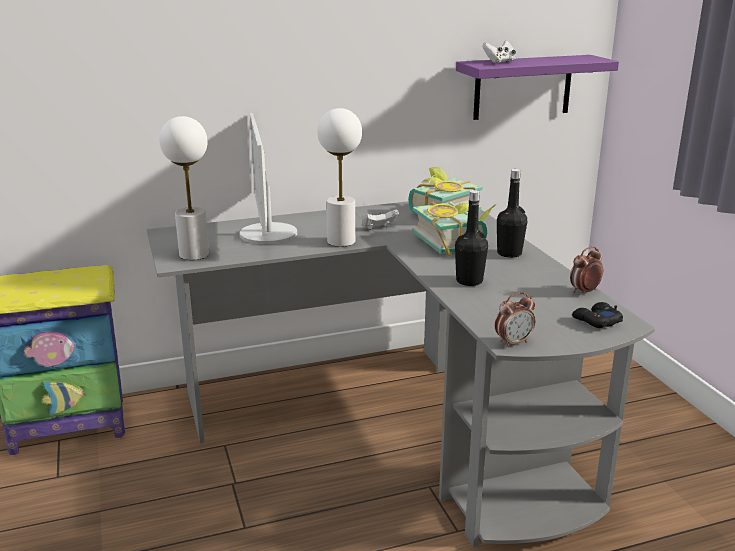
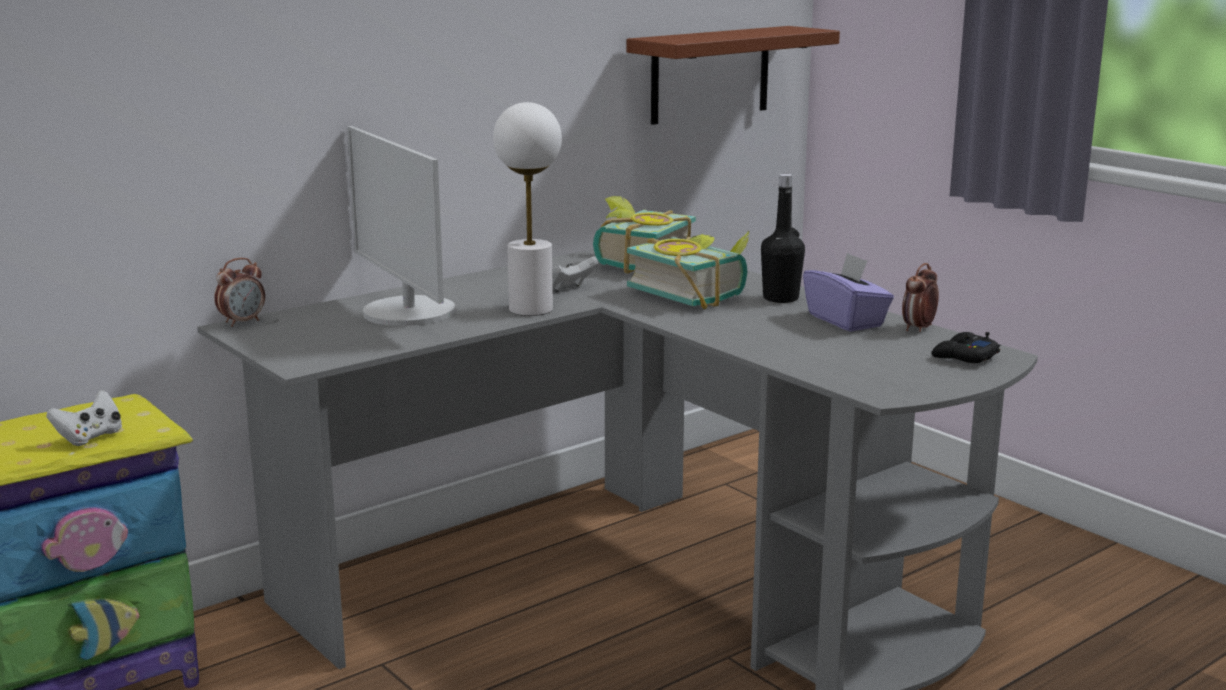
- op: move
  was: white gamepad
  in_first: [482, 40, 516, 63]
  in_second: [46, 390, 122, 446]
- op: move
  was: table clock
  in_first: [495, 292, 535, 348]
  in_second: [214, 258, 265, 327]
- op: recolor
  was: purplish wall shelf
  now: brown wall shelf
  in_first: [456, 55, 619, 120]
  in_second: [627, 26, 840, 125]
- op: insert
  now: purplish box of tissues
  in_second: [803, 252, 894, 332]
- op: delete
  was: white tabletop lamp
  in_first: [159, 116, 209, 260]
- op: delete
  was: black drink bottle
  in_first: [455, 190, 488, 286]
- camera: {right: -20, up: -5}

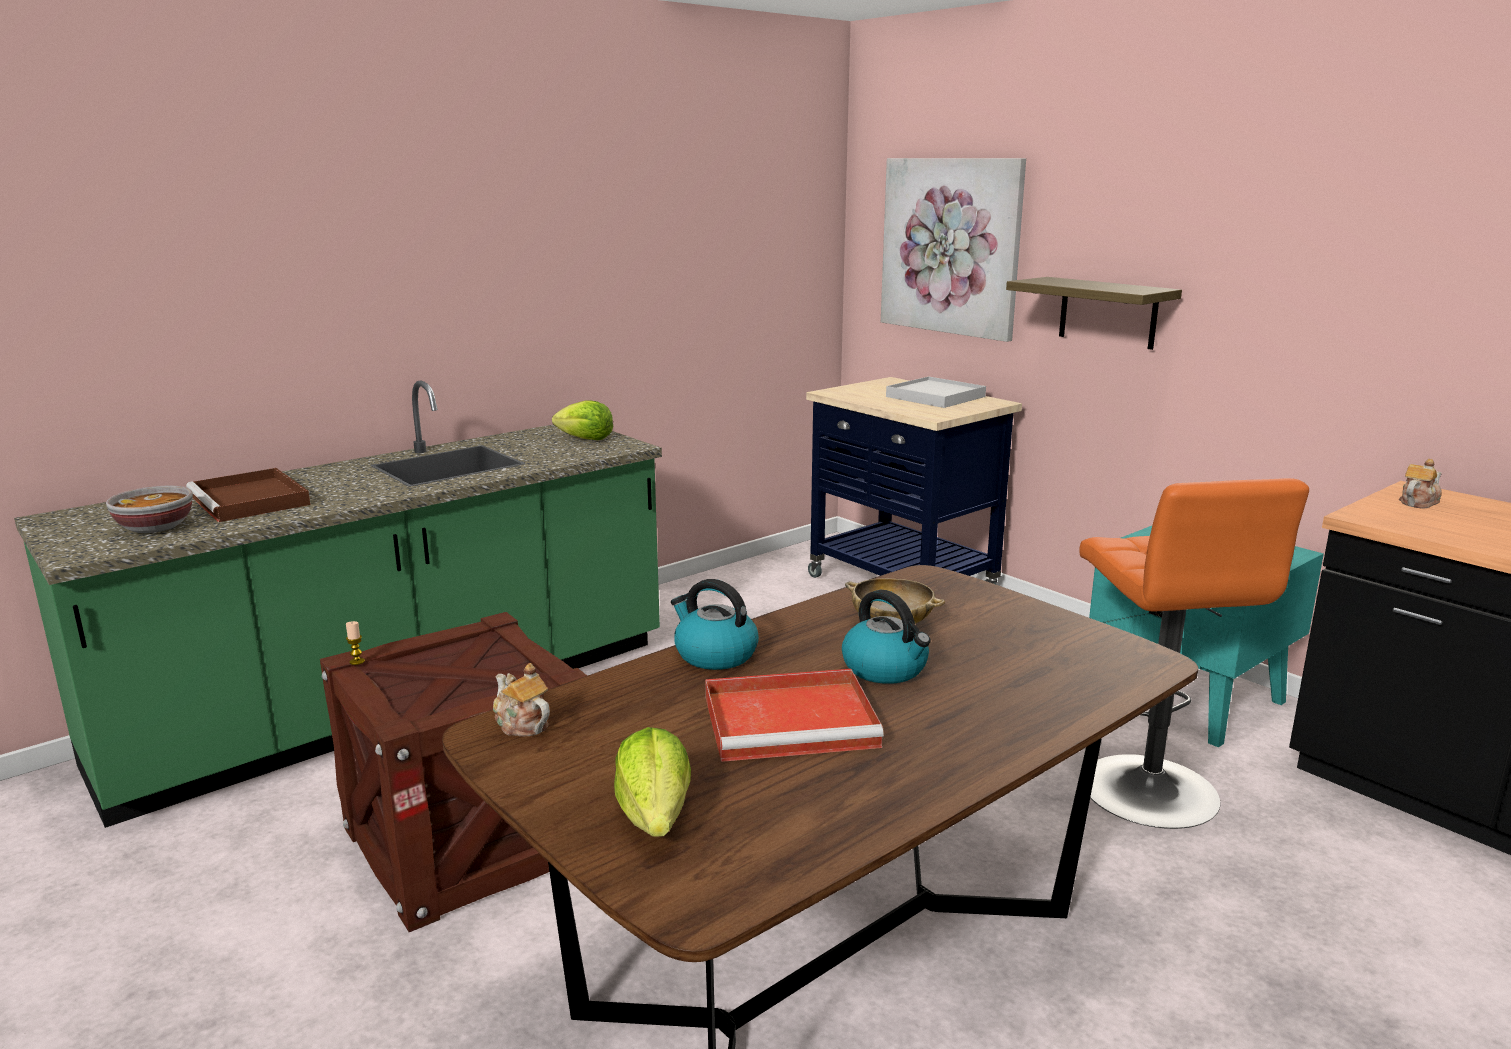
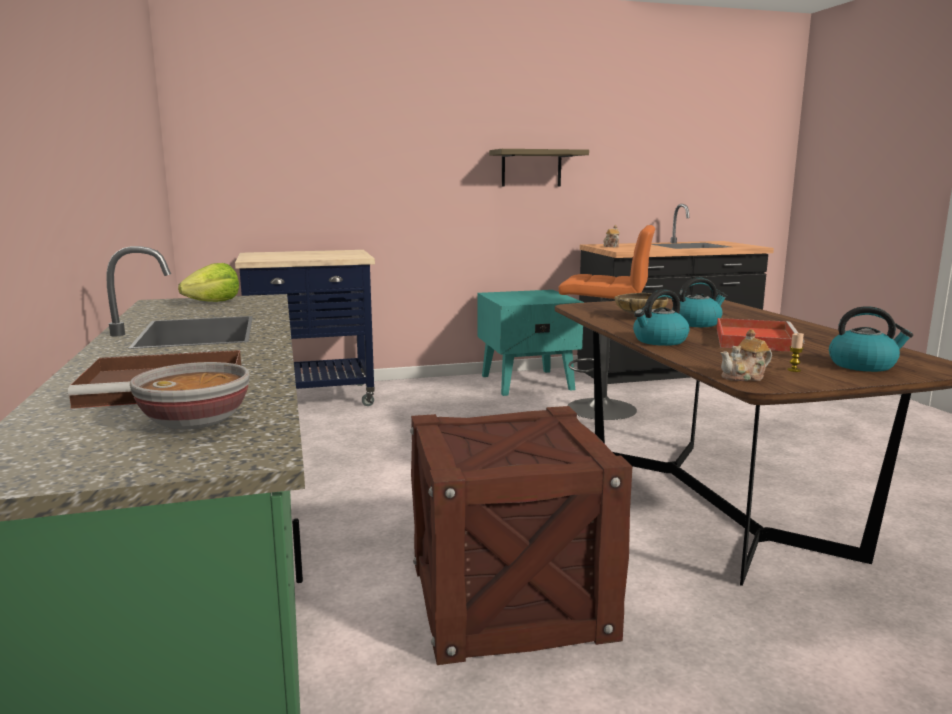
- op: move
  was: wall shelf
  in_first: [1006, 277, 1182, 350]
  in_second: [489, 149, 589, 187]
- op: move
  was: candle
  in_first: [346, 621, 365, 665]
  in_second: [787, 333, 804, 372]
- op: replace
  was: head of lettuce
  now: tea kettle
  in_first: [614, 727, 691, 837]
  in_second: [829, 306, 913, 372]
- op: delete
  was: picture
  in_first: [881, 158, 1026, 342]
- op: delete
  was: white serving tray
  in_first: [886, 376, 986, 408]
- camera: {right: -65, up: -5}

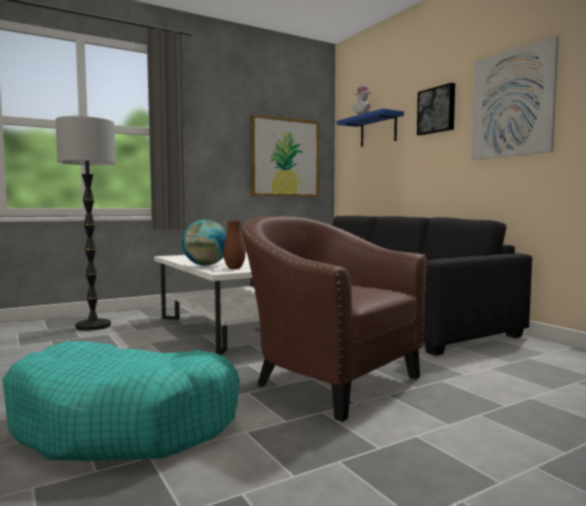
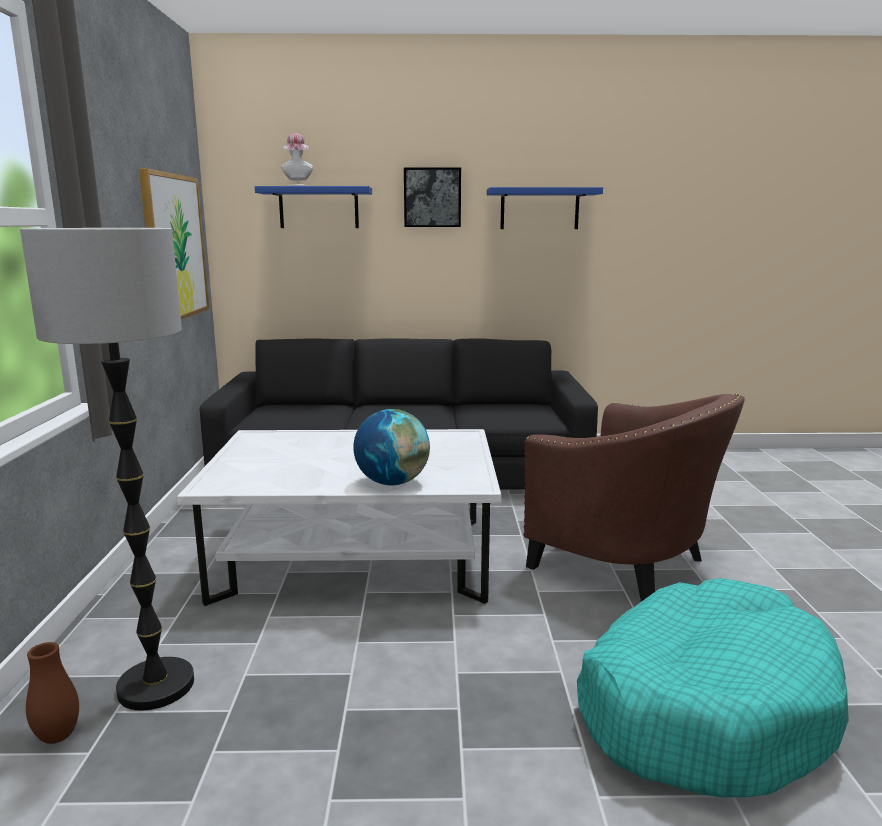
- op: move
  was: brown decorative vase
  in_first: [223, 220, 246, 269]
  in_second: [26, 642, 79, 744]
- op: replace
  was: picture
  now: bluish wall shelf
  in_first: [471, 36, 559, 160]
  in_second: [487, 187, 603, 229]
- op: rotate
  was: brown lounge chair
  in_first: [241, 216, 427, 422]
  in_second: [524, 394, 745, 602]
  clockwise: -120
- camera: {right: -60, up: 10}

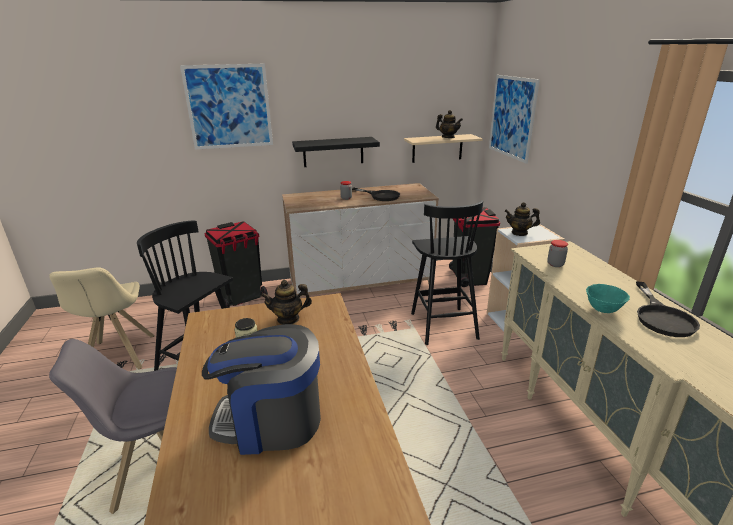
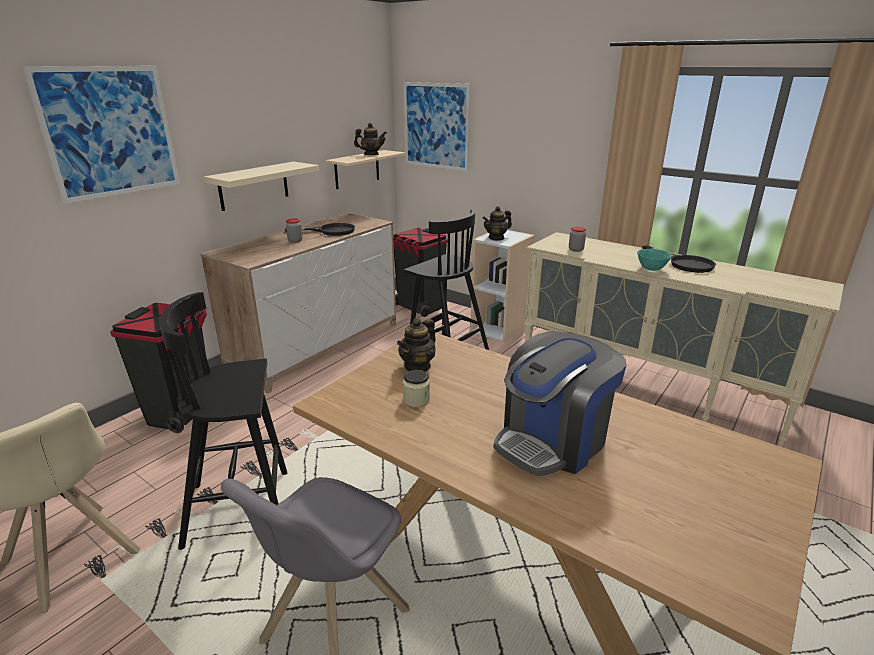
- op: recolor
  was: black wall shelf
  now: beige-coloured wall shelf
  in_first: [292, 137, 380, 167]
  in_second: [204, 161, 319, 211]
- camera: {right: -40, up: 0}

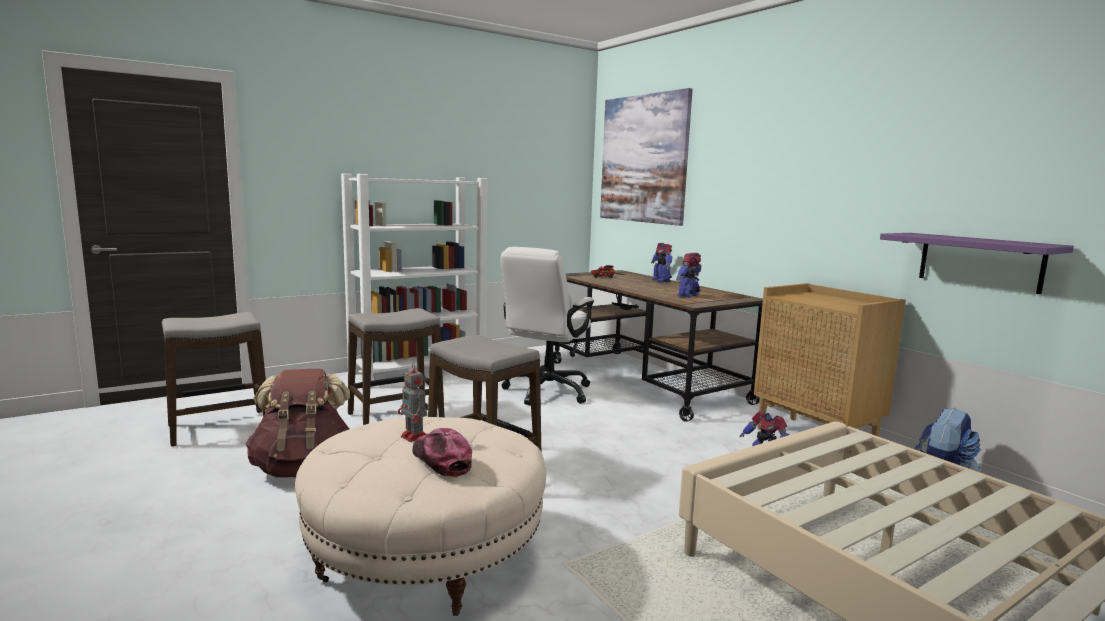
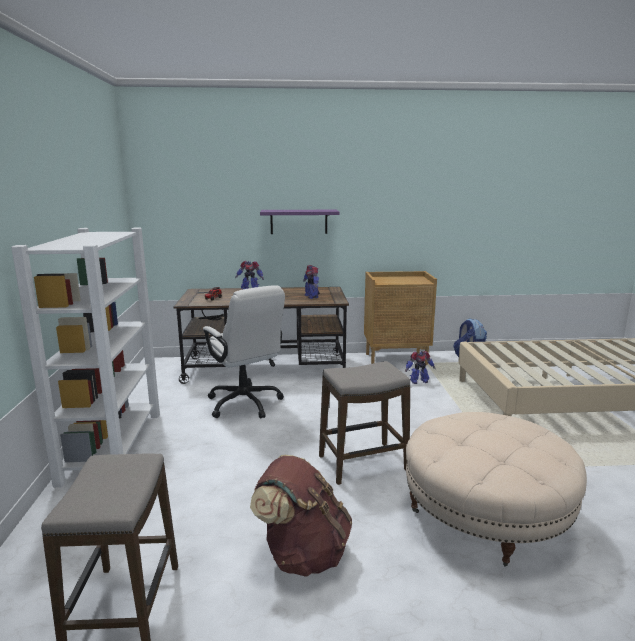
- op: move
  was: purplish wall shelf
  in_first: [880, 233, 1074, 294]
  in_second: [260, 210, 339, 234]
- op: delete
  was: stool
  in_first: [348, 308, 445, 425]
- op: delete
  was: toy robot
  in_first: [398, 363, 428, 442]
- op: delete
  was: baseball cap
  in_first: [413, 428, 472, 478]
- op: delete
  was: picture
  in_first: [600, 88, 693, 226]
- camera: {right: -60, up: 5}

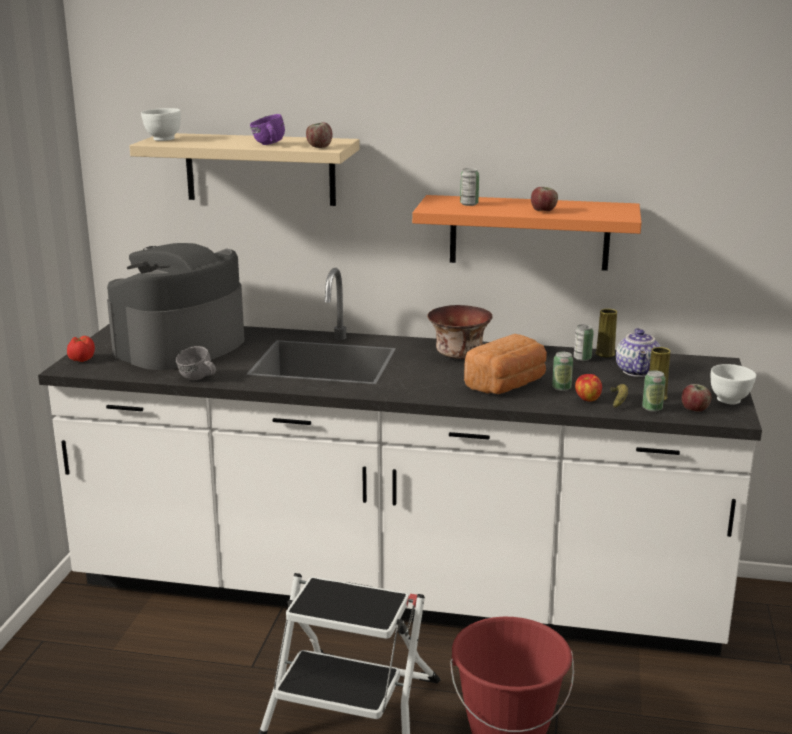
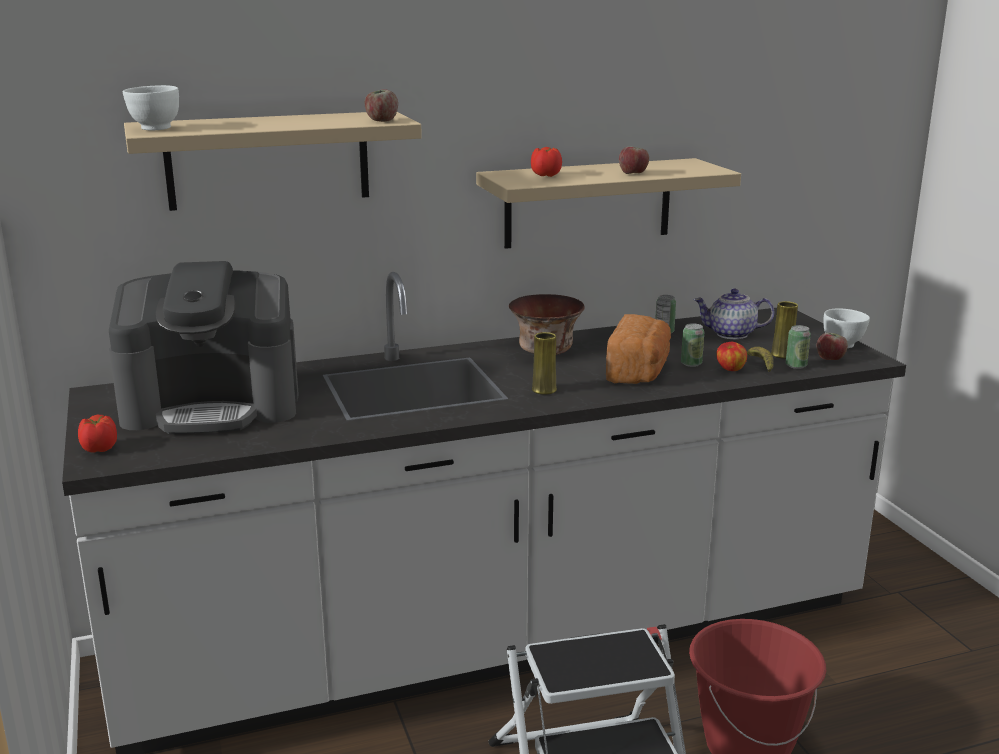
- op: rotate
  was: coffee brewer
  in_first: [107, 243, 244, 370]
  in_second: [109, 261, 299, 434]
  clockwise: -105
- op: recolor
  was: orange wall shelf
  now: beige-coloured wall shelf
  in_first: [412, 195, 642, 271]
  in_second: [476, 158, 741, 249]
- op: replace
  was: can
  now: tomato
  in_first: [460, 168, 479, 206]
  in_second: [531, 147, 562, 177]
- op: move
  was: yellow-coloured decorative vase
  in_first: [596, 309, 617, 357]
  in_second: [532, 332, 557, 395]
- op: rotate
  was: tea pot
  in_first: [616, 328, 661, 377]
  in_second: [694, 289, 774, 339]
  clockwise: 120
- op: delete
  was: gray mug
  in_first: [176, 346, 216, 380]
- op: delete
  was: purplish mug
  in_first: [250, 114, 285, 145]
- camera: {right: -30, up: 0}

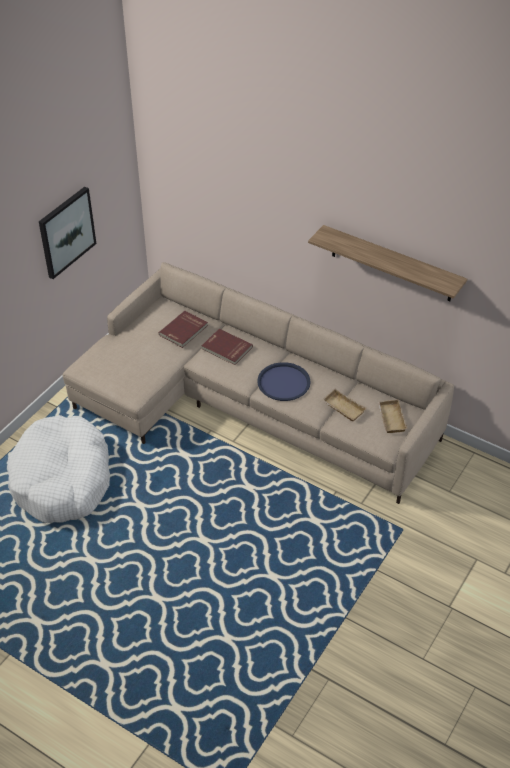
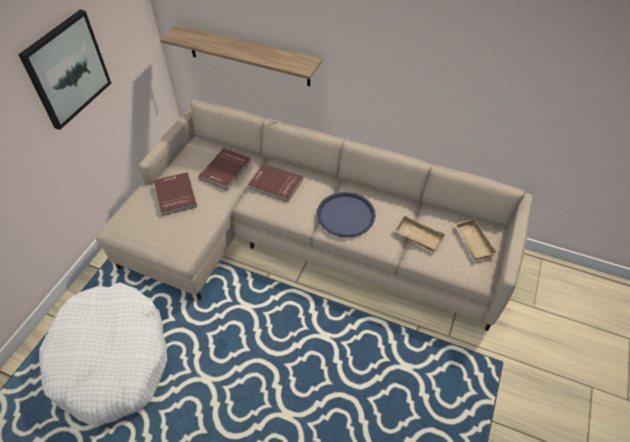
- op: insert
  now: red-coloured volume
  in_second: [154, 172, 197, 216]
- op: move
  was: wall shelf
  in_first: [308, 225, 467, 301]
  in_second: [160, 24, 323, 86]
- camera: {right: -10, up: 5}

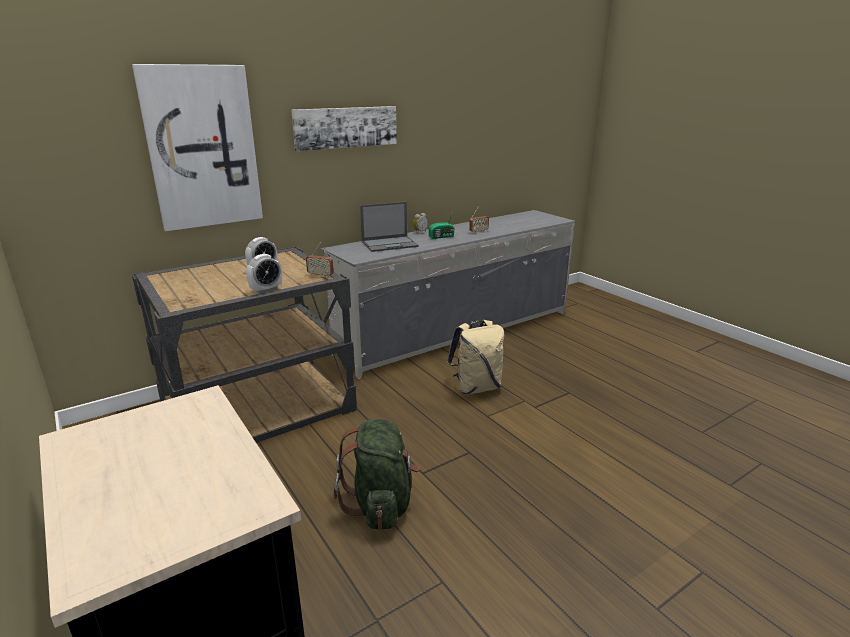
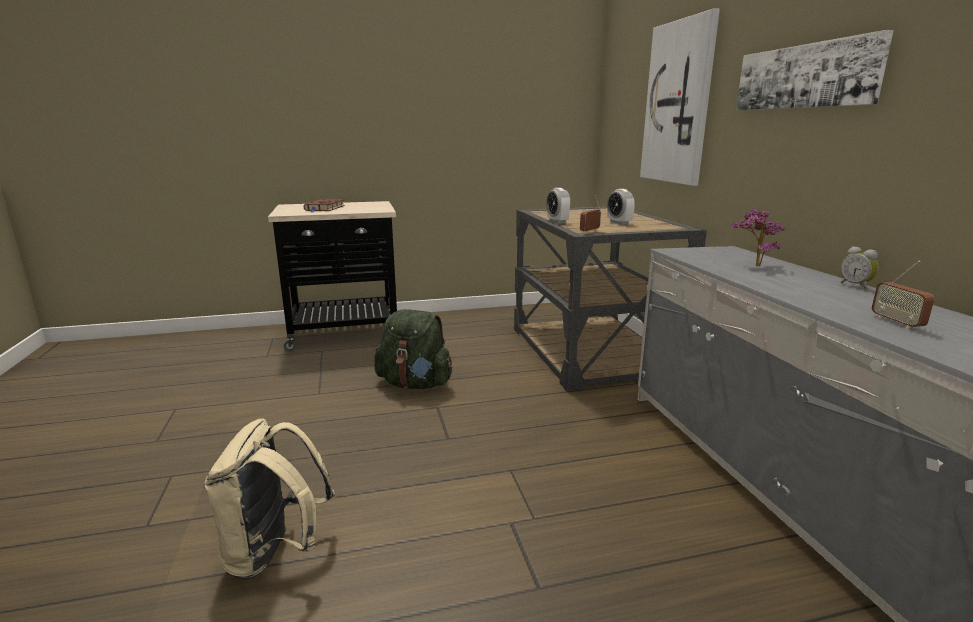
- op: move
  was: beige-coloured knapsack
  in_first: [447, 320, 504, 394]
  in_second: [205, 418, 335, 580]
- op: insert
  now: brown volume
  in_second: [304, 199, 345, 213]
- op: replace
  was: portable computer
  now: houseplant
  in_first: [360, 202, 419, 252]
  in_second: [732, 209, 785, 266]
- op: delete
  was: radio
  in_first: [429, 211, 455, 239]
- camera: {right: 110, up: -5}

